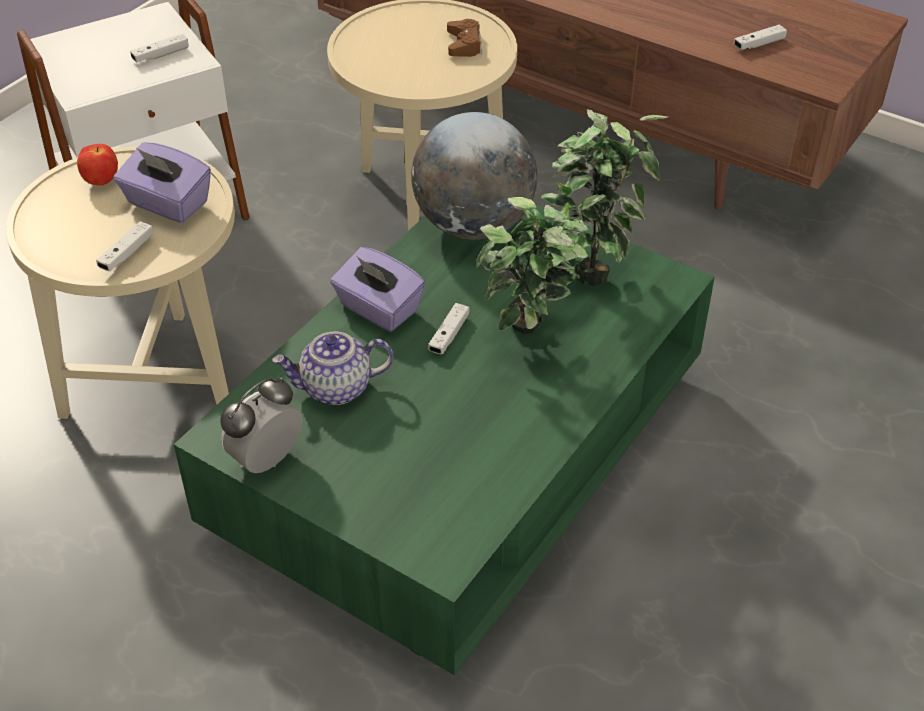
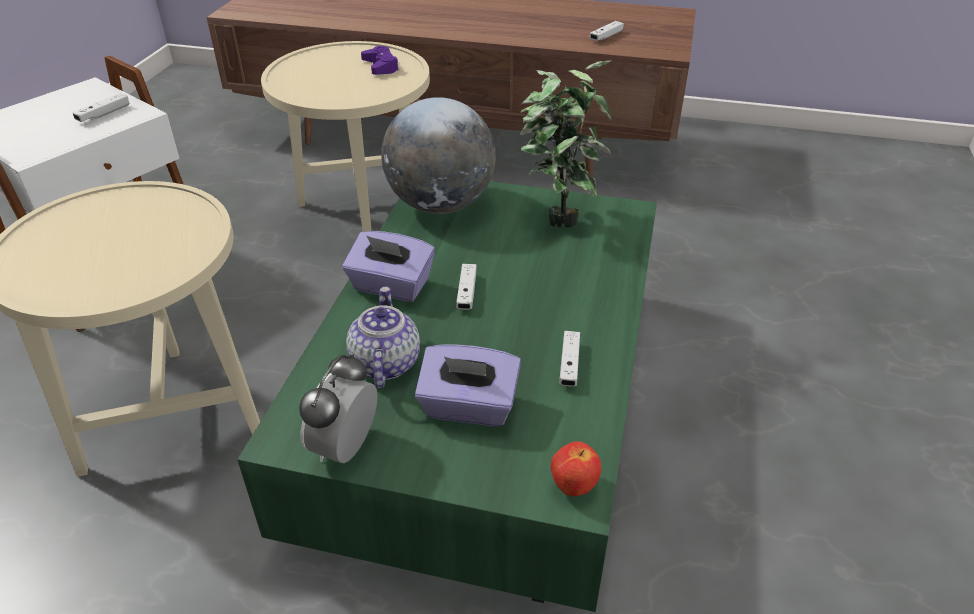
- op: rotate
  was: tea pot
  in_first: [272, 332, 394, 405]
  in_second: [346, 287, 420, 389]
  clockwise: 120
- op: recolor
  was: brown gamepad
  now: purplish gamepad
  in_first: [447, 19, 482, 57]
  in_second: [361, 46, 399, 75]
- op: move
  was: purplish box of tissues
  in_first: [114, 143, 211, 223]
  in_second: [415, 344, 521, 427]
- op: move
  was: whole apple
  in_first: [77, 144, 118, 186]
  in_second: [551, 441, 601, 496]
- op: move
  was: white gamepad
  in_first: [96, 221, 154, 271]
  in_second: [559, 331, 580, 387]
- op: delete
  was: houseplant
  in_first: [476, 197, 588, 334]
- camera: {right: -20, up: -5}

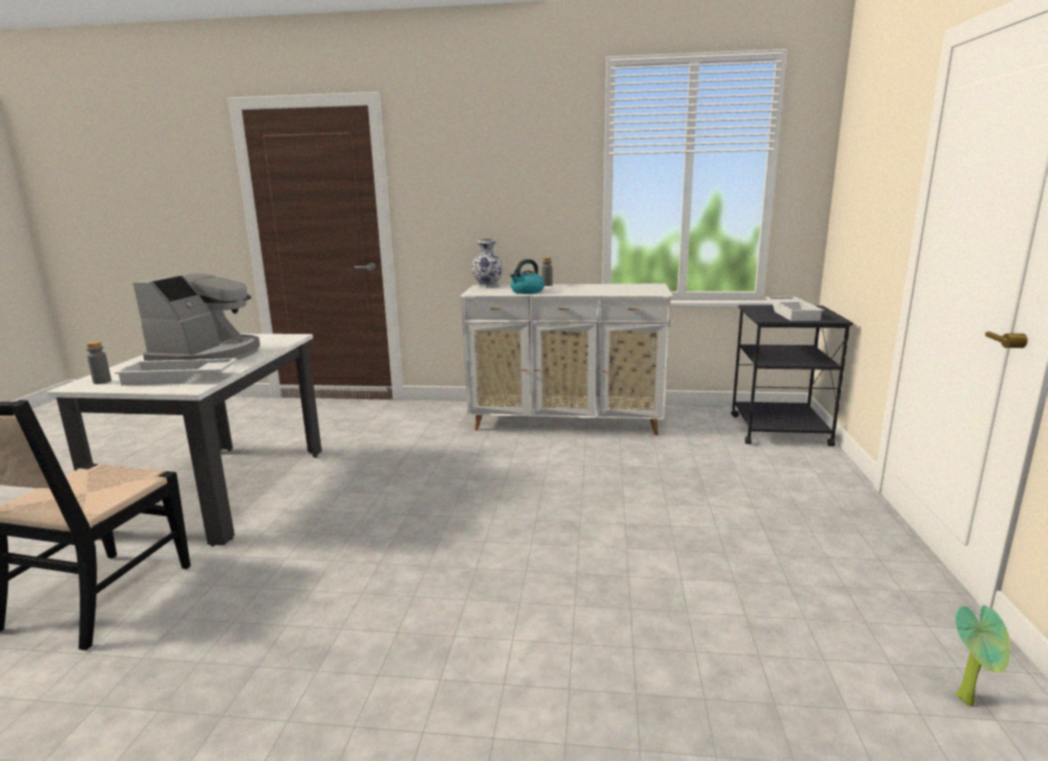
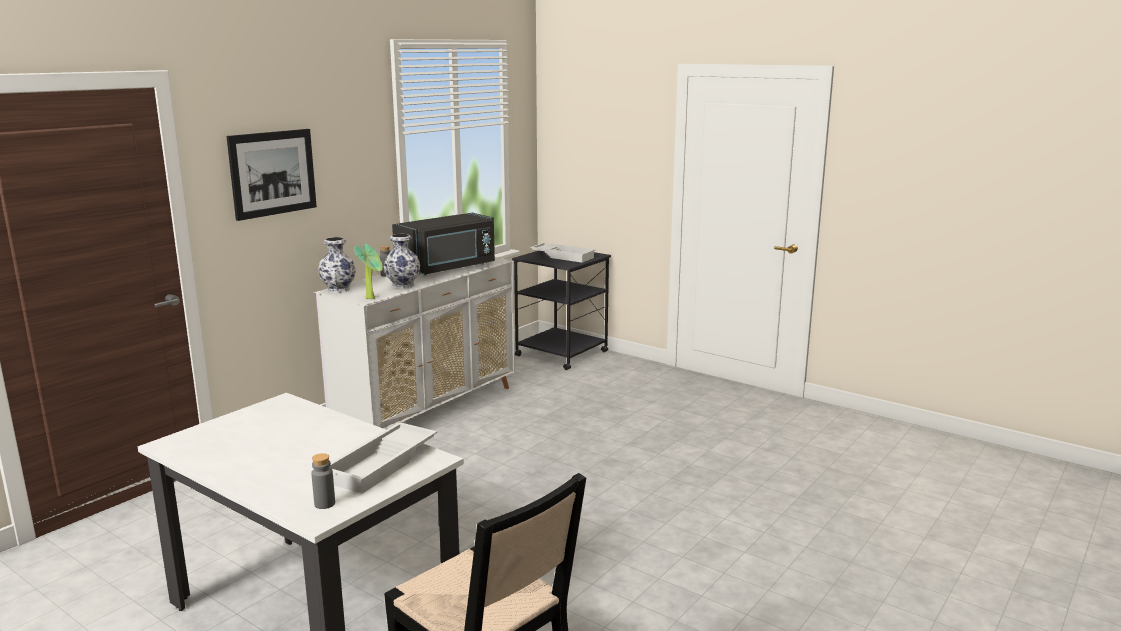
- op: insert
  now: picture
  in_second: [226, 129, 317, 221]
- op: move
  was: houseplant
  in_first: [955, 605, 1010, 706]
  in_second: [354, 244, 383, 299]
- op: replace
  was: tea kettle
  now: decorative vase
  in_first: [510, 259, 544, 294]
  in_second: [384, 234, 420, 289]
- op: insert
  now: black microwave
  in_second: [392, 213, 495, 276]
- op: delete
  was: coffee brewer
  in_first: [133, 271, 260, 361]
- camera: {right: -60, up: 0}

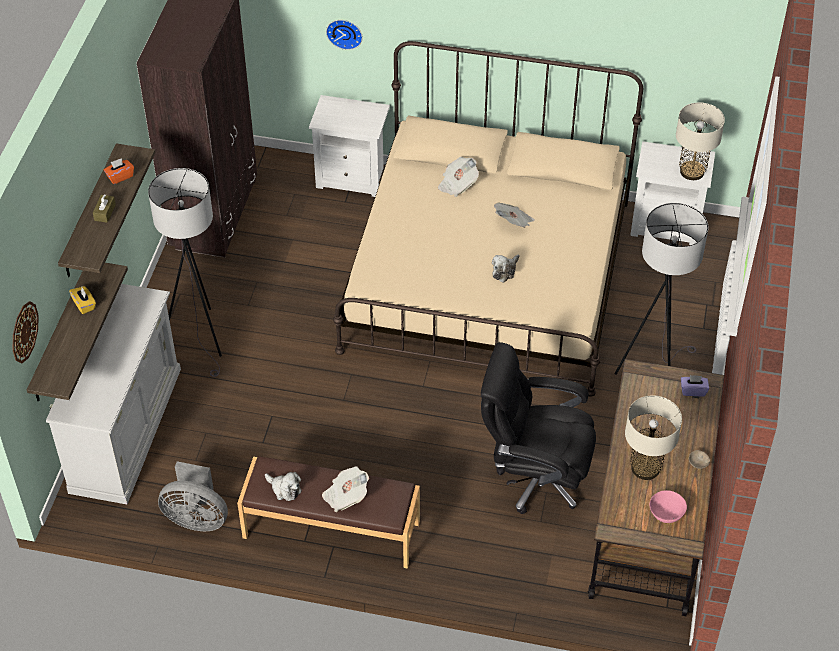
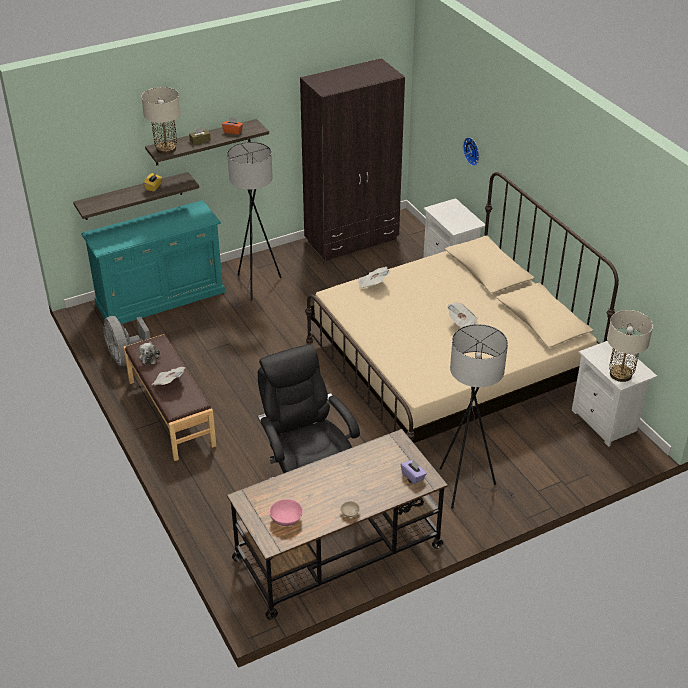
- op: recolor
  was: white dresser
  now: turquoise-coloured dresser
  in_first: [46, 284, 181, 504]
  in_second: [82, 200, 225, 324]
- op: move
  was: tabletop lamp
  in_first: [625, 395, 682, 480]
  in_second: [141, 87, 181, 154]
- op: move
  was: newspaper
  in_first: [438, 157, 479, 197]
  in_second: [358, 267, 390, 288]
- op: delete
  was: wall clock
  in_first: [13, 301, 39, 363]
- op: delete
  was: cuddly toy
  in_first: [492, 254, 520, 283]
- camera: {right: 50, up: -10}

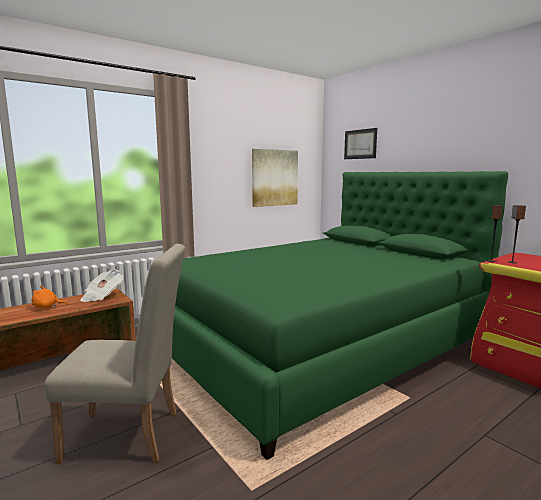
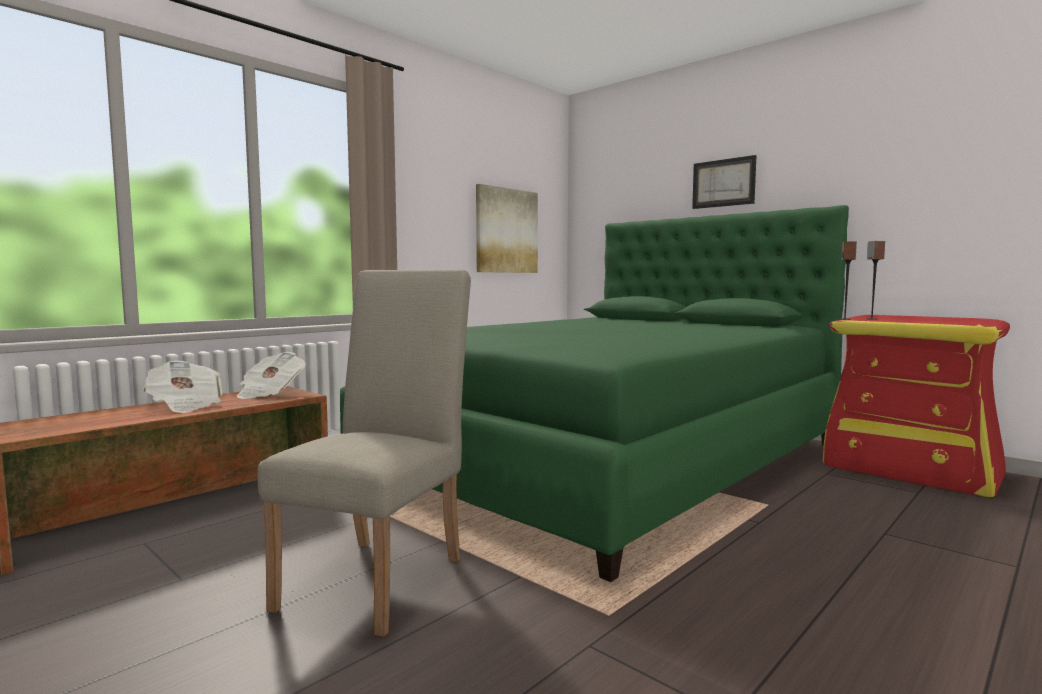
- op: replace
  was: orange cuddly toy
  now: newspaper
  in_first: [32, 286, 67, 309]
  in_second: [143, 361, 222, 413]
- op: rotate
  was: beige-coloured chair
  in_first: [44, 244, 185, 464]
  in_second: [257, 270, 471, 637]
  clockwise: -60
- op: move
  was: picture
  in_first: [344, 128, 377, 159]
  in_second: [692, 155, 757, 209]
- camera: {right: -10, up: -5}

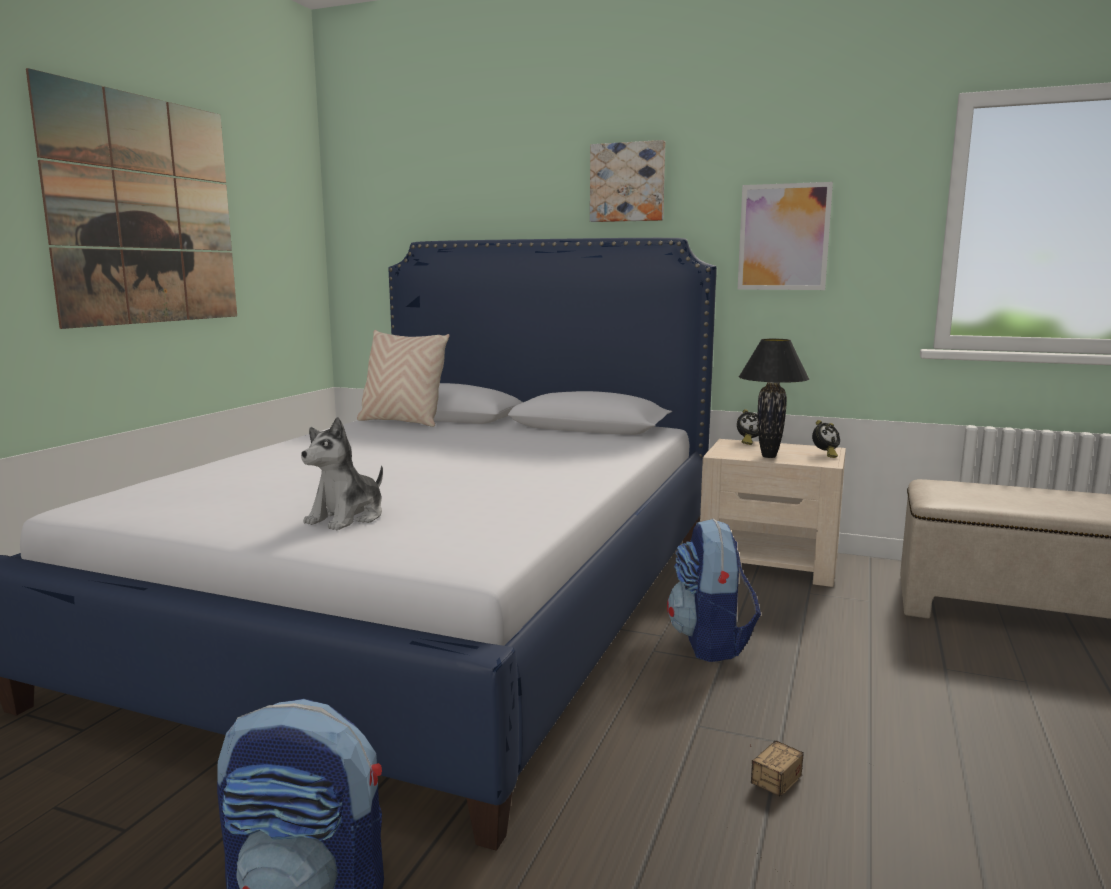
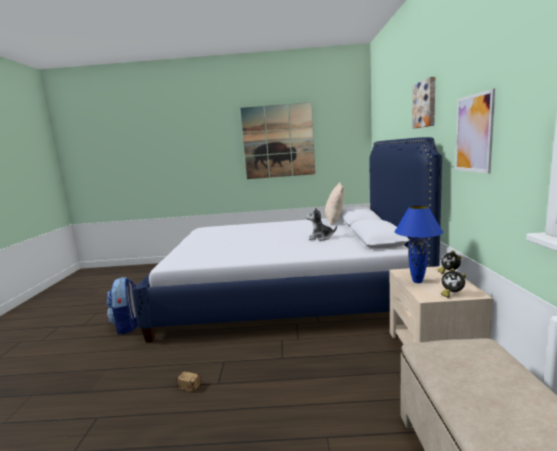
- op: move
  was: cuddly toy
  in_first: [301, 417, 383, 530]
  in_second: [305, 207, 337, 241]
- op: recolor
  was: black tabletop lamp
  now: bluish tabletop lamp
  in_first: [739, 339, 809, 458]
  in_second: [394, 206, 443, 283]
- op: delete
  was: knapsack
  in_first: [667, 519, 761, 662]
- camera: {right: 70, up: 0}

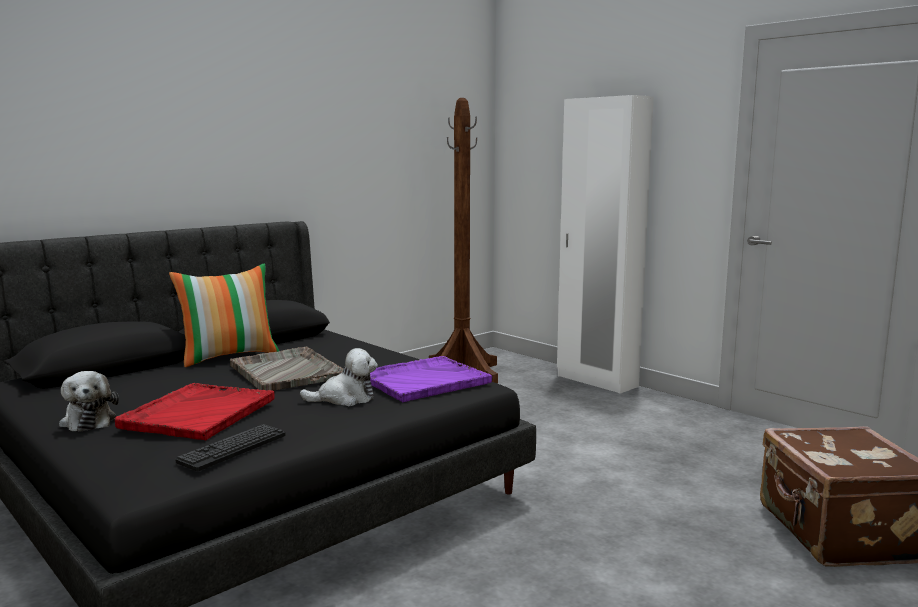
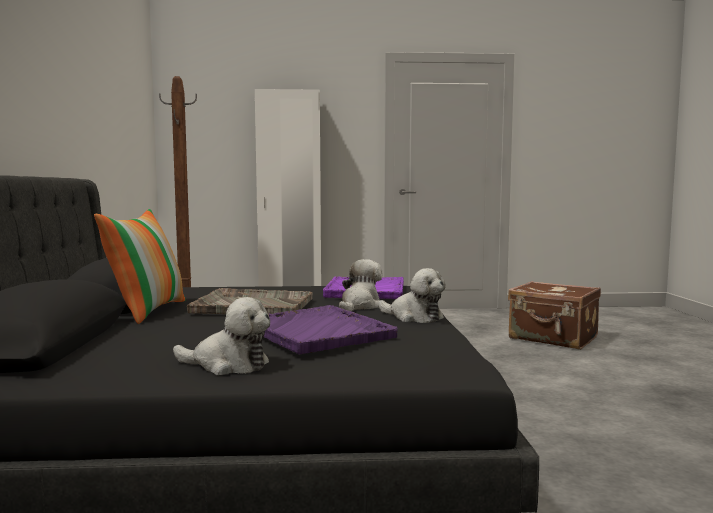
- op: recolor
  was: red-coloured serving tray
  now: purplish serving tray
  in_first: [115, 383, 275, 440]
  in_second: [264, 305, 398, 354]
- op: insert
  now: cuddly toy
  in_second: [378, 268, 446, 323]
- op: delete
  was: computer keyboard
  in_first: [175, 424, 285, 471]
- camera: {right: -50, up: -5}

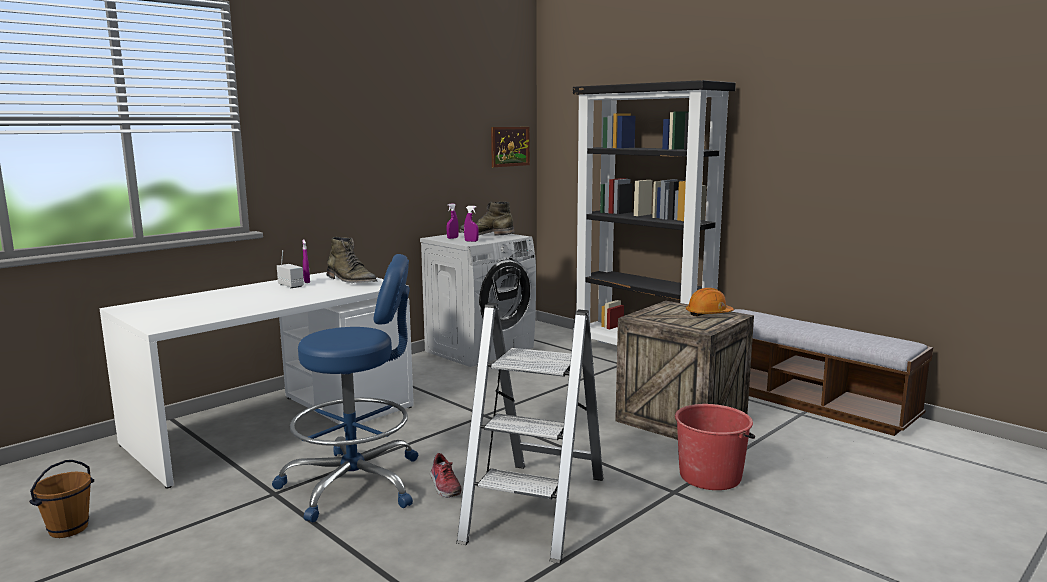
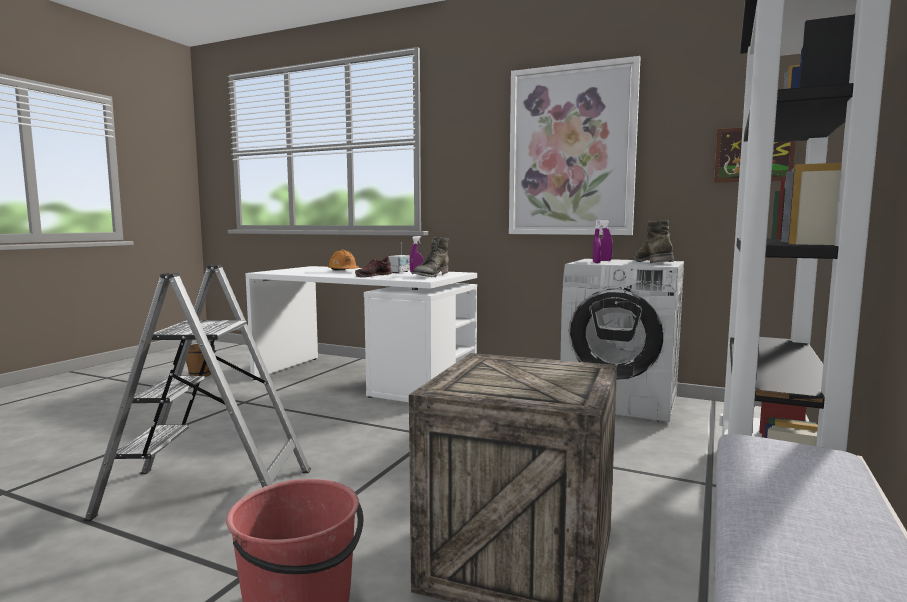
- op: move
  was: orange safety helmet
  in_first: [686, 288, 734, 316]
  in_second: [328, 250, 359, 270]
- op: move
  was: low shoe
  in_first: [429, 453, 462, 498]
  in_second: [355, 256, 392, 277]
- op: insert
  now: picture
  in_second: [509, 56, 641, 235]
- op: delete
  was: bluish stool
  in_first: [272, 254, 418, 522]
- camera: {right: 70, up: -5}

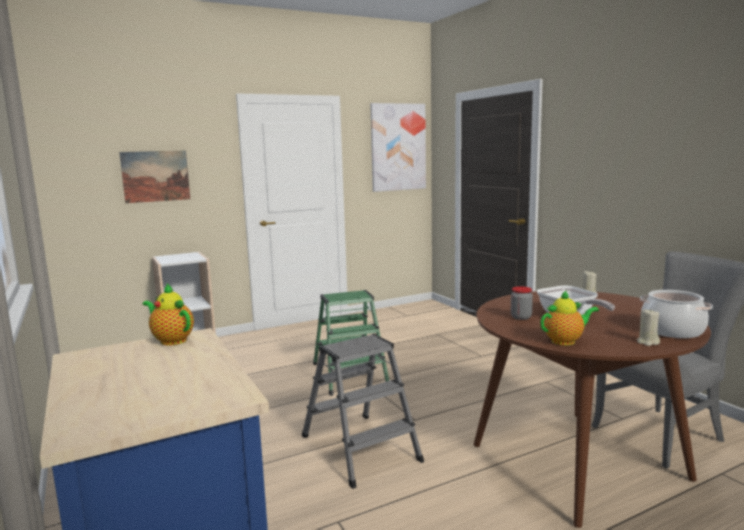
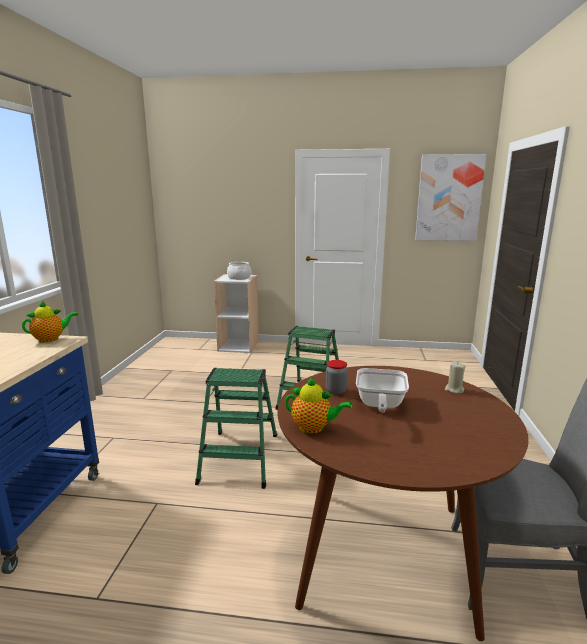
- op: rotate
  was: tea pot
  in_first: [142, 284, 194, 345]
  in_second: [22, 301, 78, 343]
  clockwise: 75
- op: recolor
  was: gray stepladder
  now: green stepladder
  in_first: [302, 334, 424, 489]
  in_second: [195, 368, 277, 489]
- op: move
  was: saucepot
  in_first: [640, 290, 713, 338]
  in_second: [227, 262, 251, 280]
- op: delete
  was: picture
  in_first: [119, 150, 190, 203]
- op: delete
  was: beige-coloured candle
  in_first: [637, 308, 660, 346]
- camera: {right: 35, up: 5}

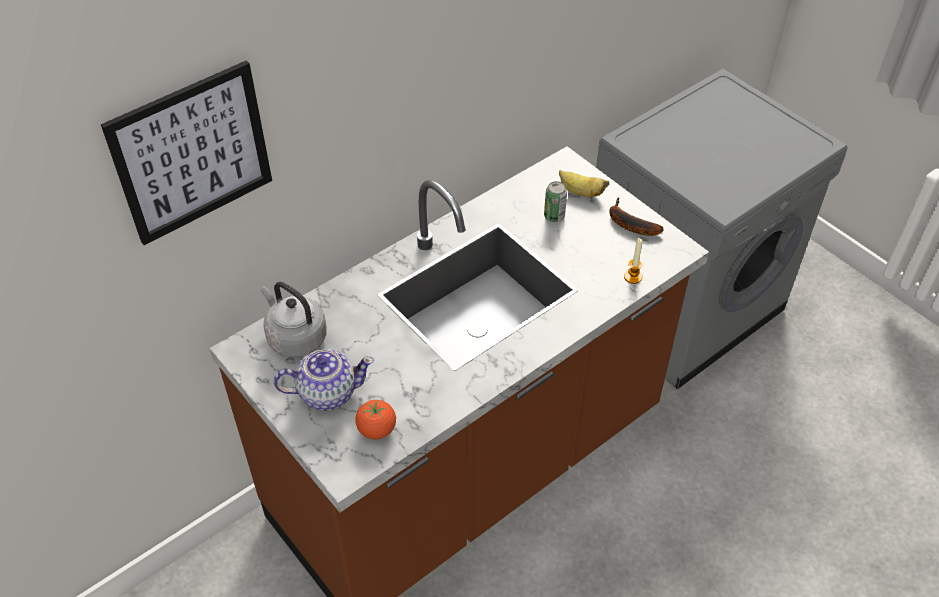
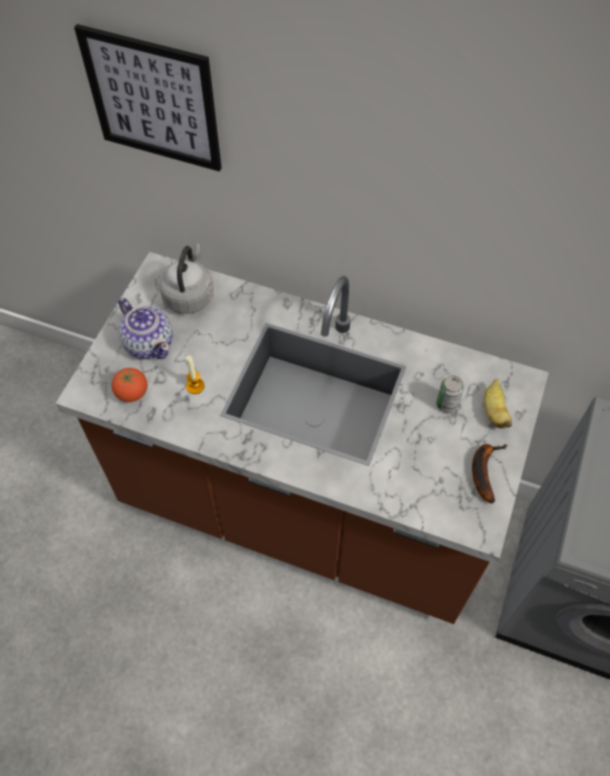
- op: move
  was: candle
  in_first: [624, 238, 643, 284]
  in_second: [186, 356, 205, 394]
- camera: {right: 60, up: 10}

